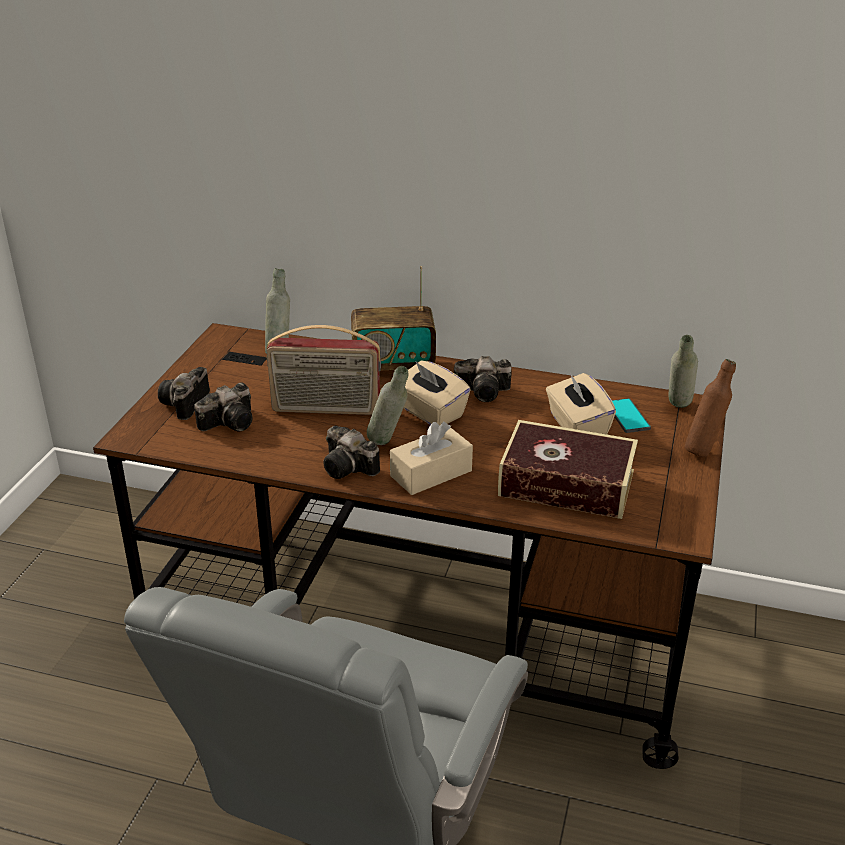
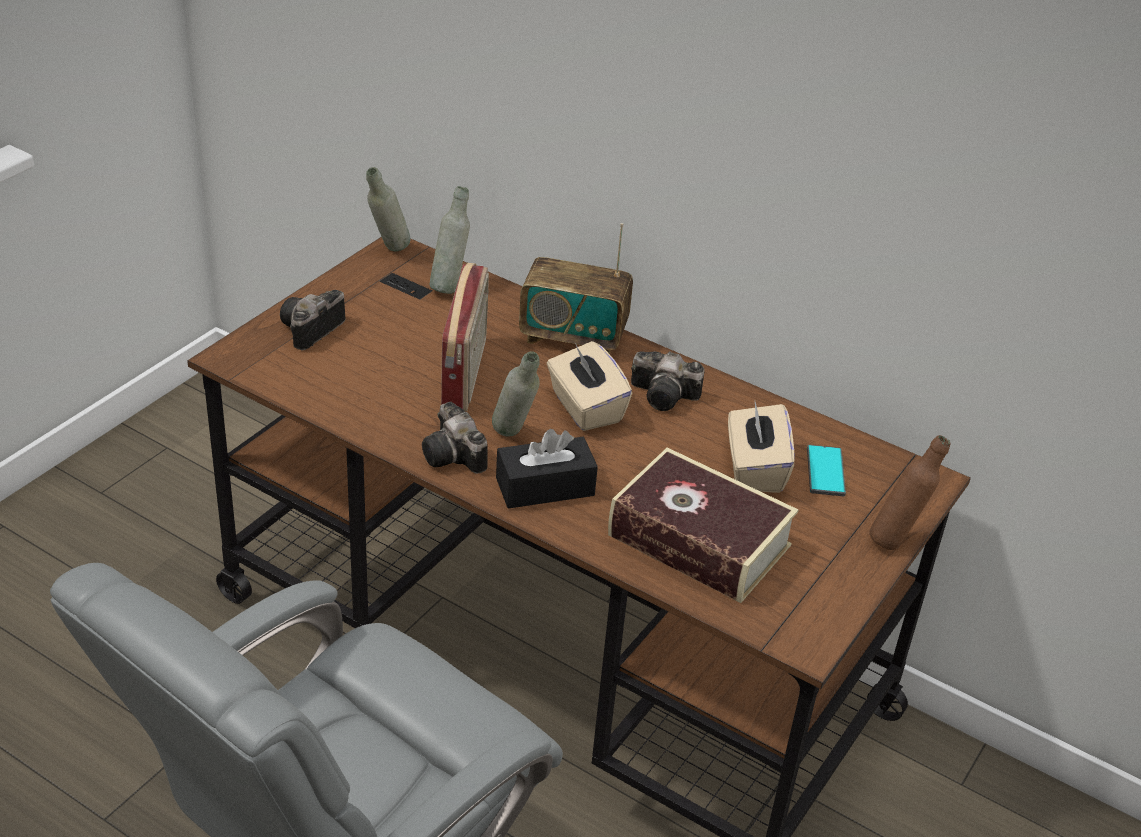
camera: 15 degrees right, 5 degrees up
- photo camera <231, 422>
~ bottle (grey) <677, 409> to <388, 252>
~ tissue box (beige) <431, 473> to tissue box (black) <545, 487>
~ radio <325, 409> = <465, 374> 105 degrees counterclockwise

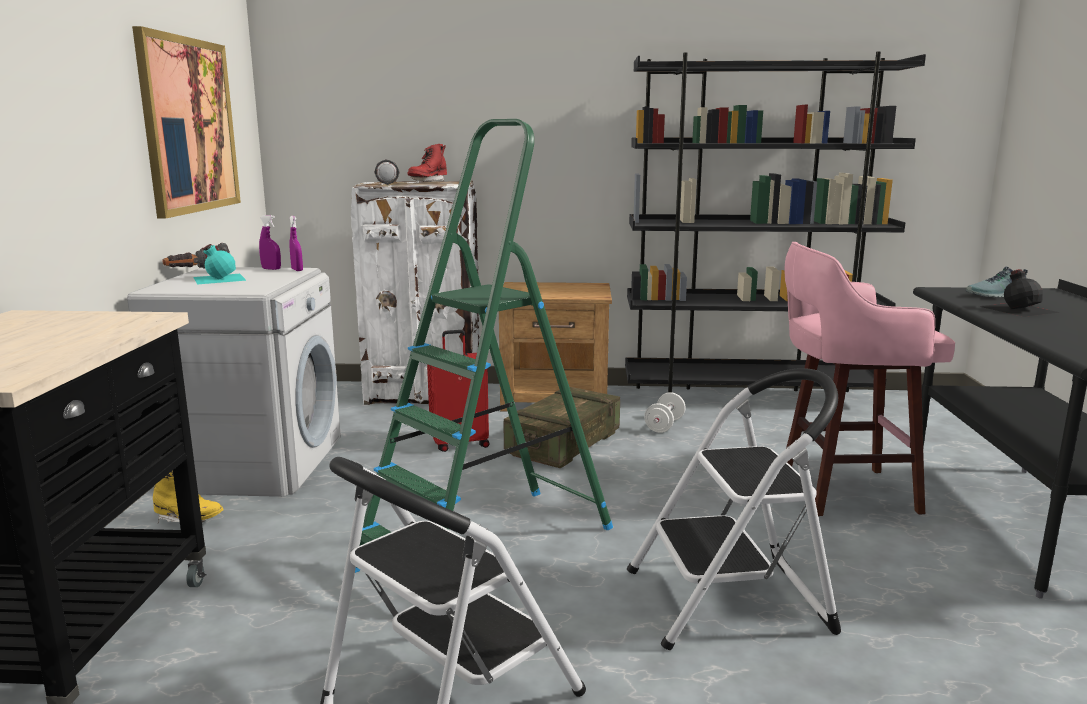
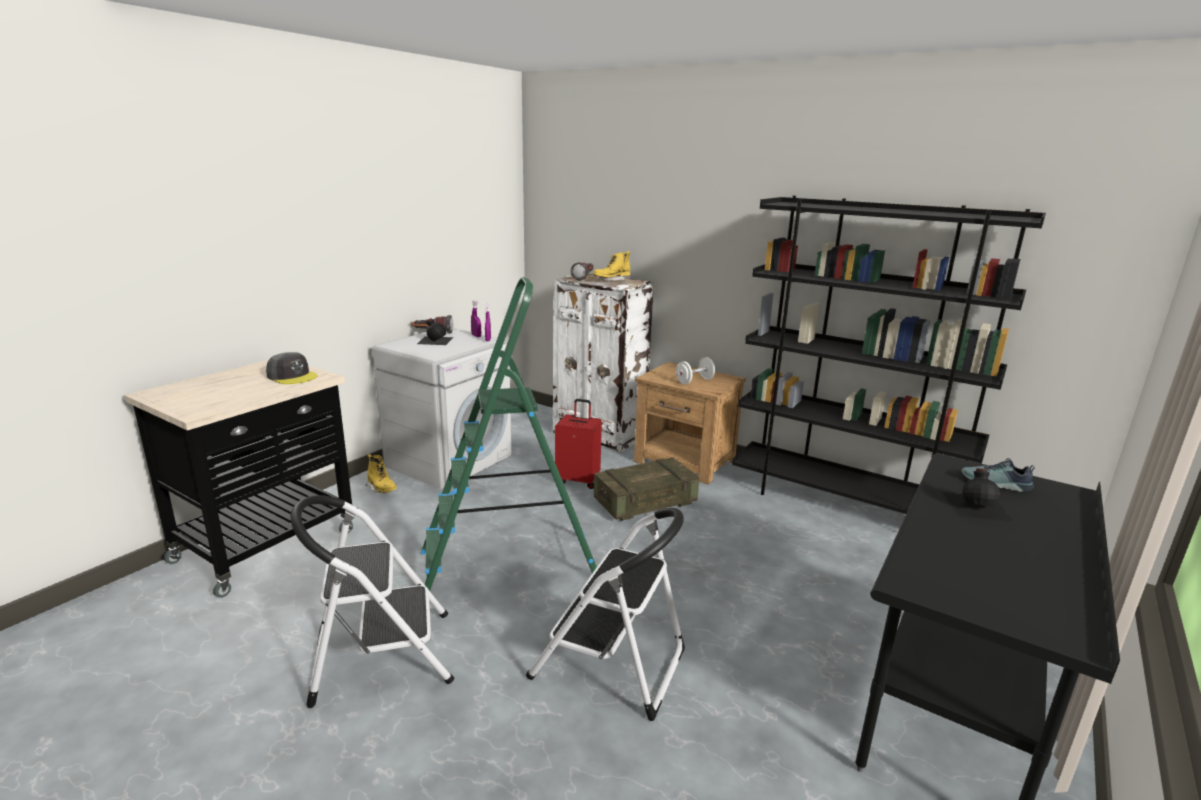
camera: 30 degrees right, 5 degrees up
- picture <189, 125>
- stool (pink) <841, 492>
+ cap (grey) <292, 376>
~ dumbbell (white) <664, 425> to <694, 381>
~ bottle (turquoise) <218, 278> to bottle (black) <435, 340>
~ boot (red) <428, 182> to boot (yellow) <611, 280>

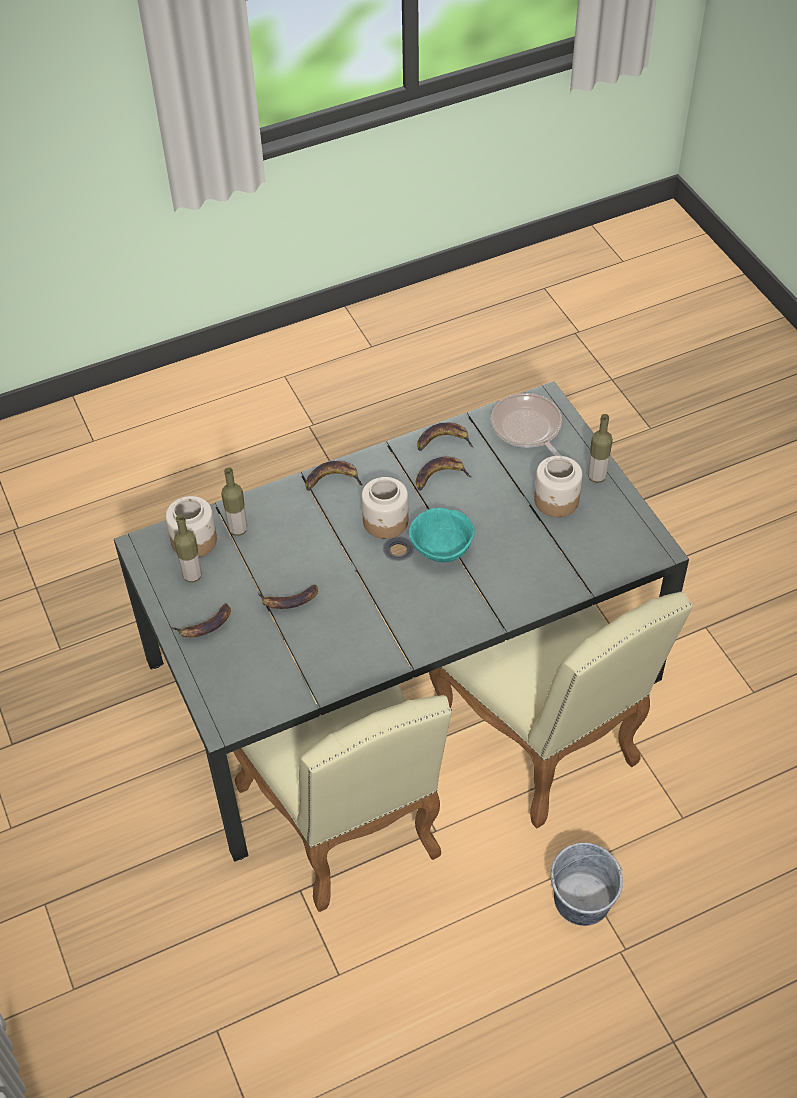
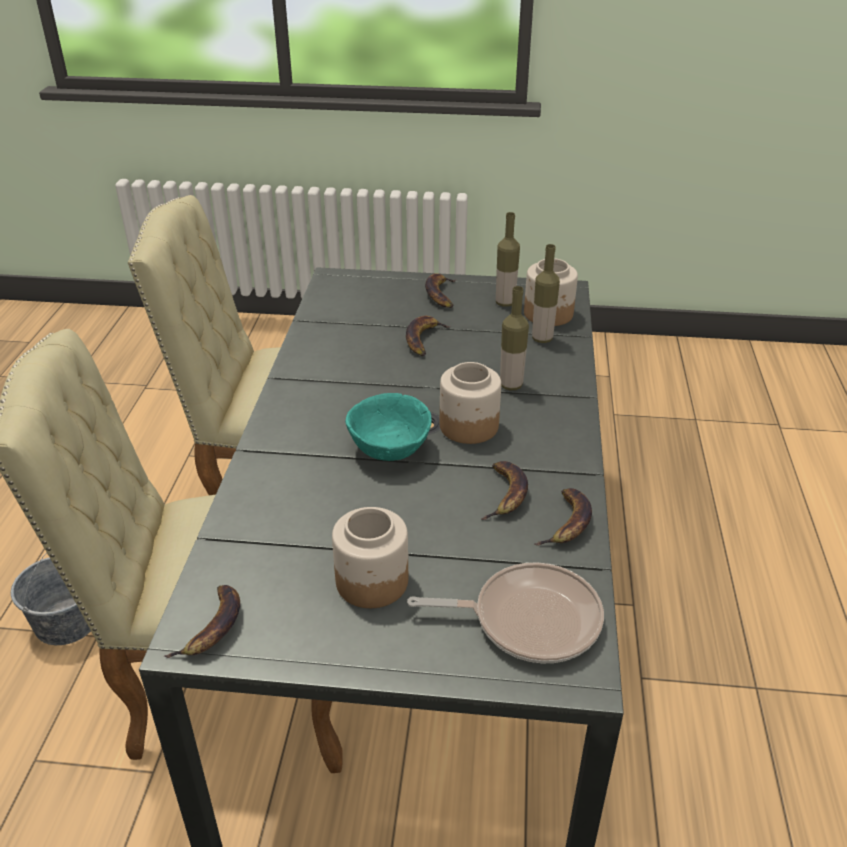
camera: 120 degrees right, 15 degrees down
~ banana <332, 479> to <212, 628>
~ bottle <596, 477> to <511, 385>

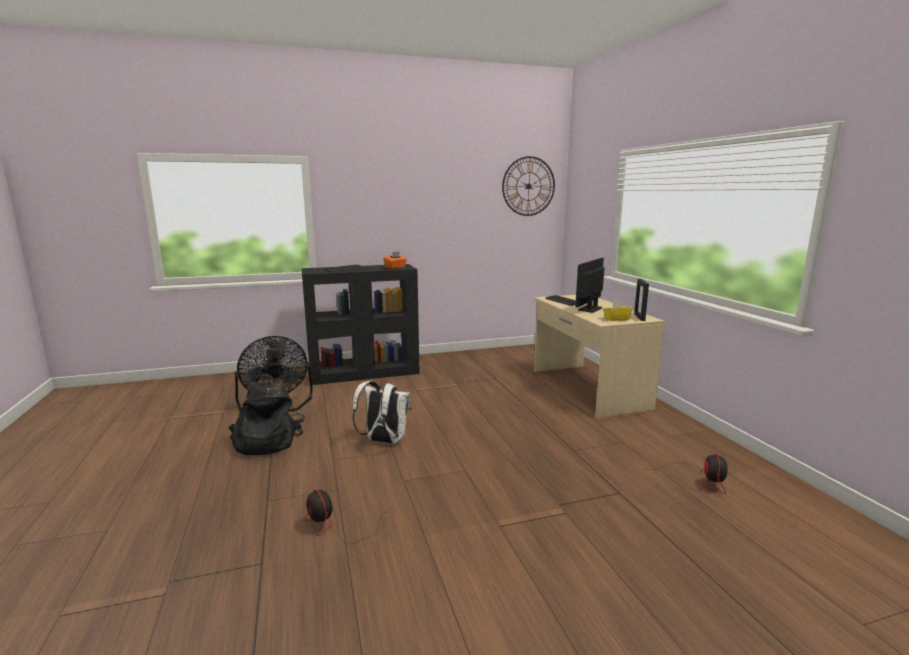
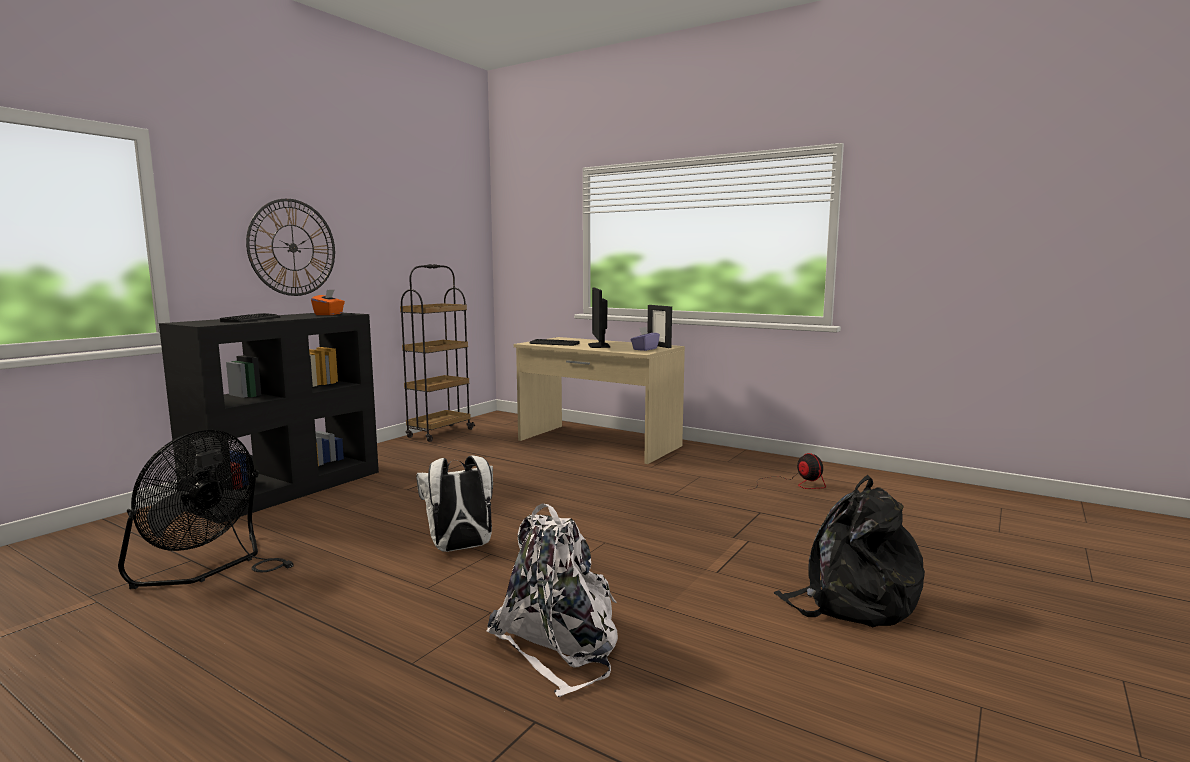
camera: 40 degrees left, 5 degrees down
+ cart (brown) <439, 433>
~ backpack (black) <264, 442> to <852, 601>
~ wall clock <528, 186> to <293, 247>
~ fan <337, 526> to backpack (white) <560, 644>
~ tissue box (yellow) <616, 319> to tissue box (purple) <644, 349>

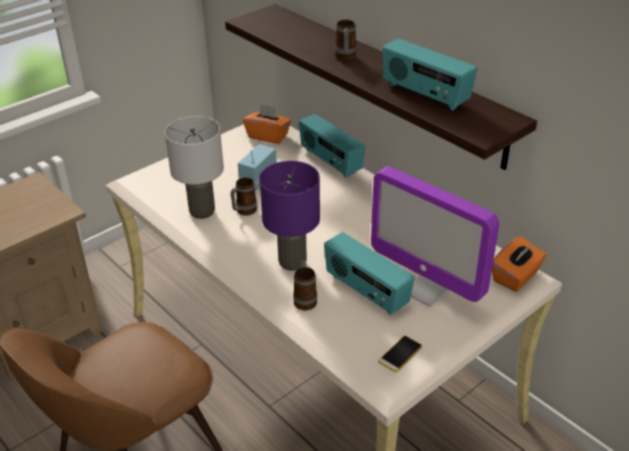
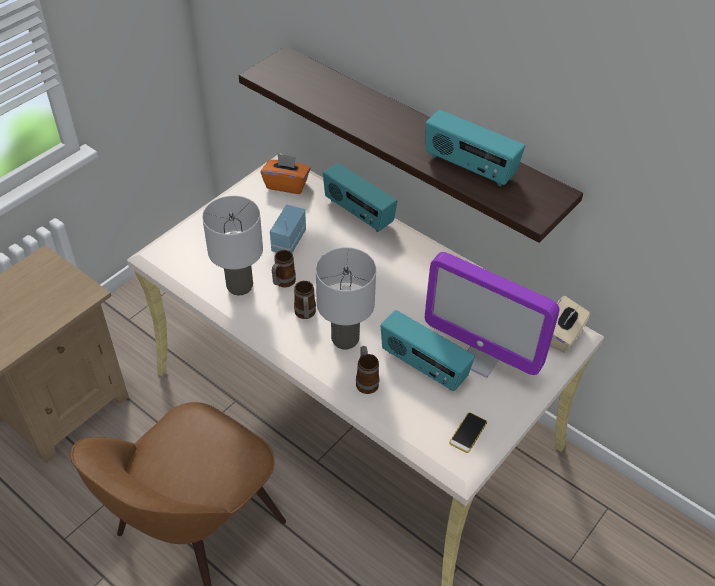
camera: 10 degrees left, 10 degrees up
~ mug <345, 58> to <305, 315>
~ table lamp (purple) <292, 264> to table lamp (white) <345, 341>
~ tissue box (orange) <516, 277> to tissue box (beige) <562, 335>

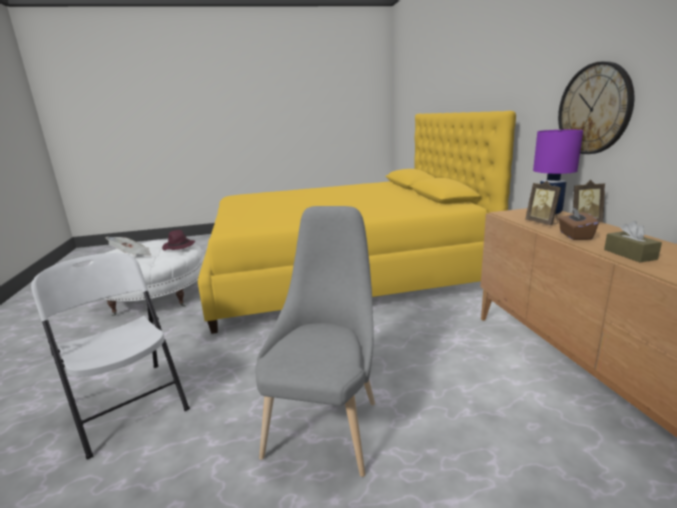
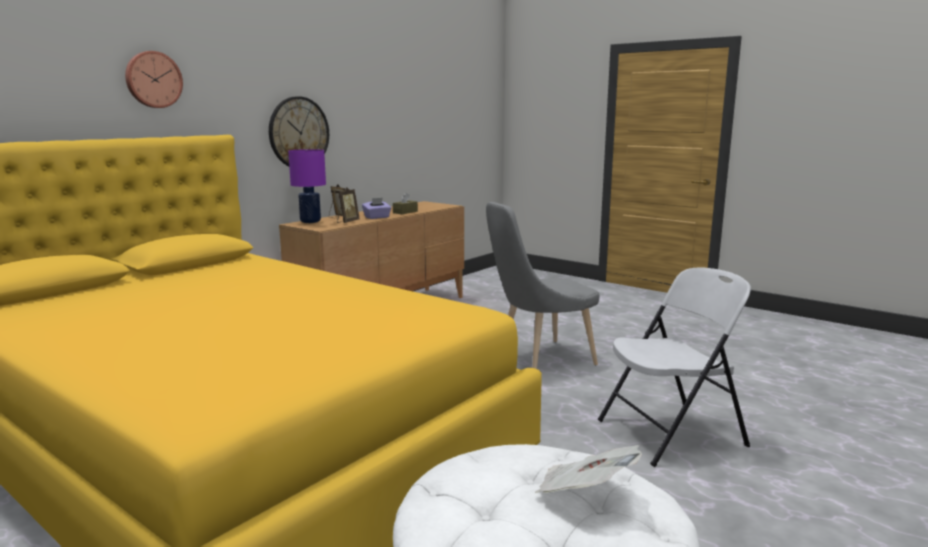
camera: 130 degrees left, 5 degrees down
- hat (purple) <179, 246>
+ wall clock <153, 79>
~ tissue box (brown) <574, 236> to tissue box (purple) <377, 217>
~ chair (white) <128, 405> = <671, 433> 120 degrees counterclockwise

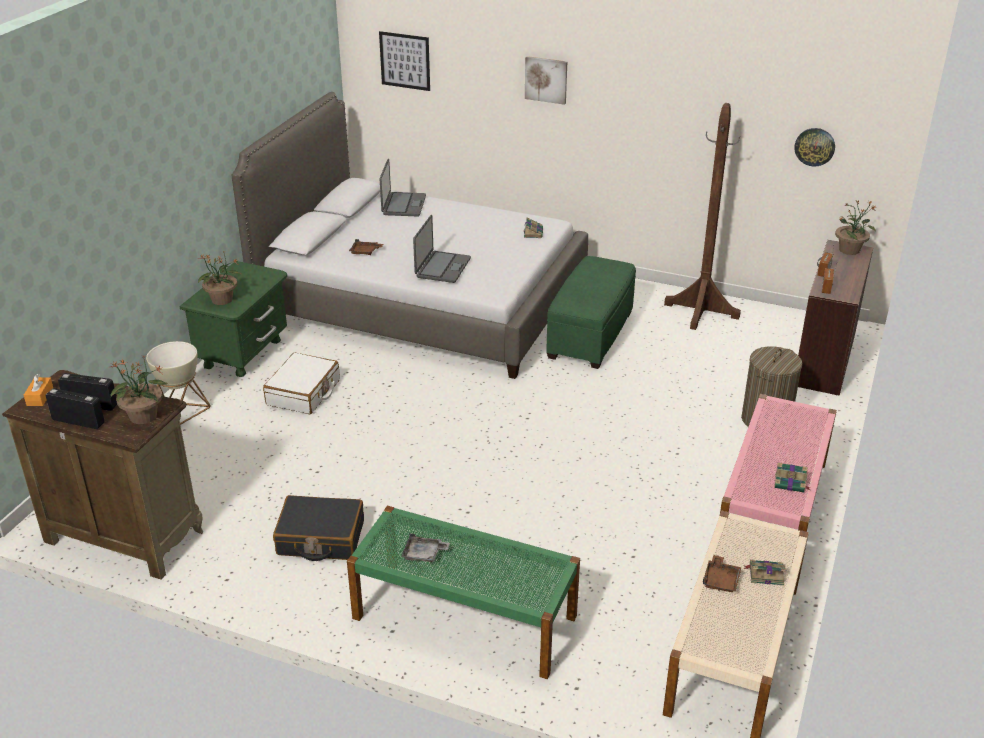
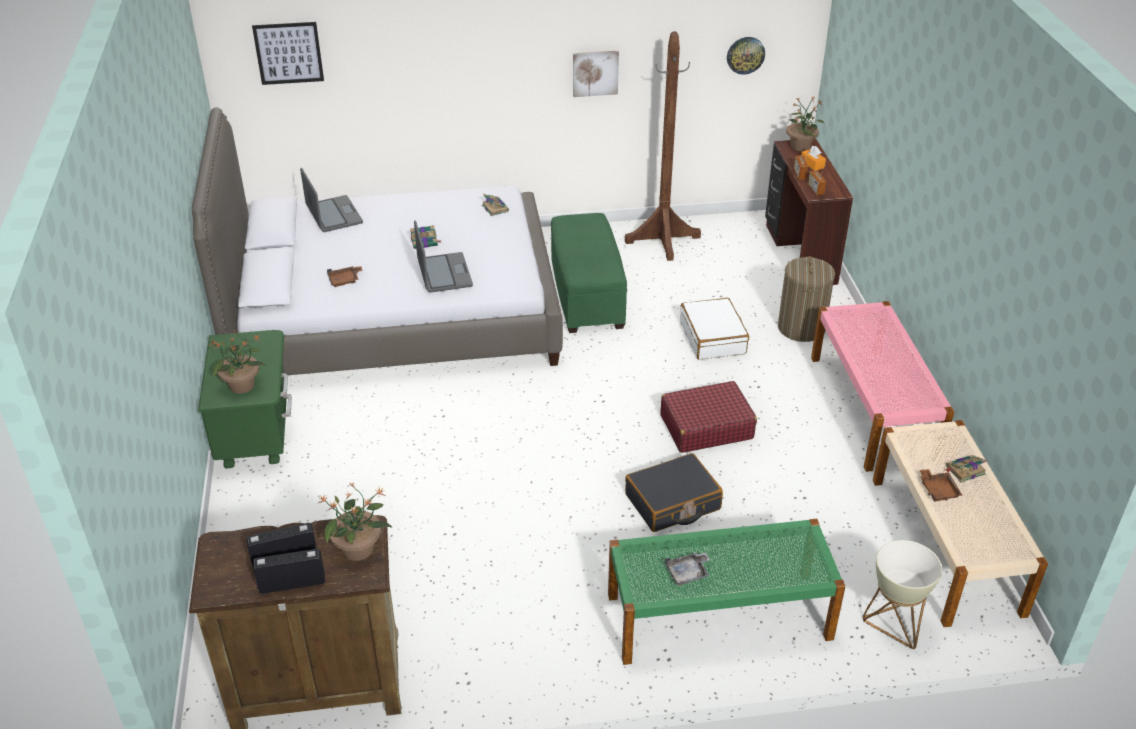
camera: 30 degrees left, 5 degrees up
+ suitcase (red) <706, 427>
~ tissue box (orange) <40, 397> to <812, 164>
~ planter <183, 412> to <893, 623>
~ suitcase (white) <303, 393> to <713, 338>
~ suitcase (black) <320, 538> to <672, 502>
~ picture <546, 79> to <595, 73>
~ book <790, 483> to <425, 242>

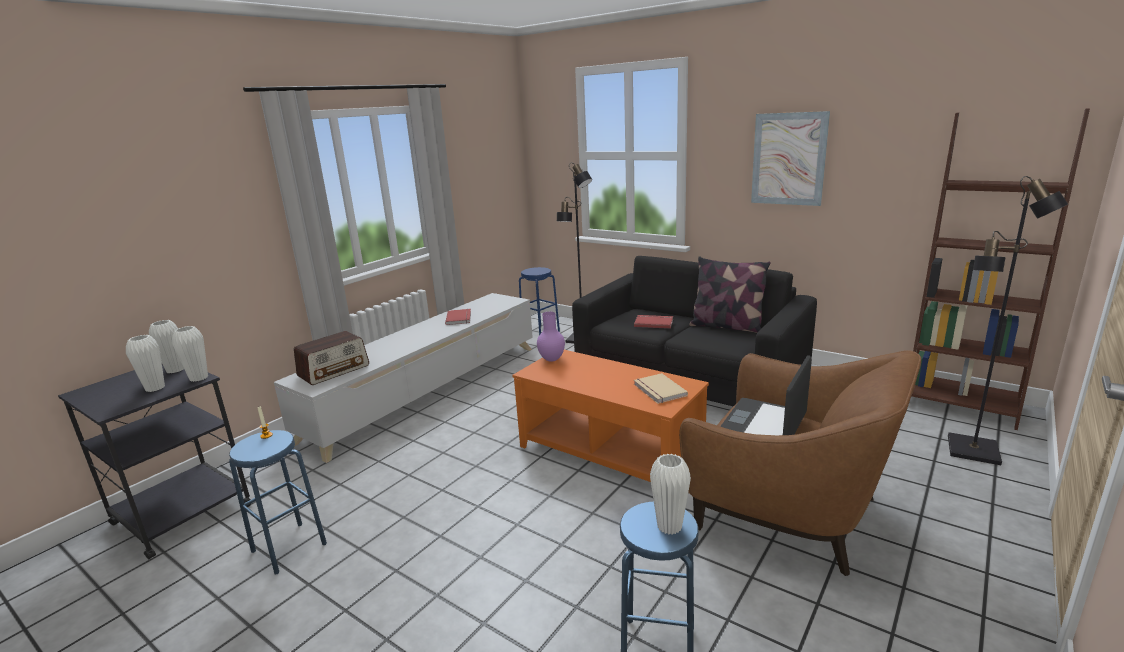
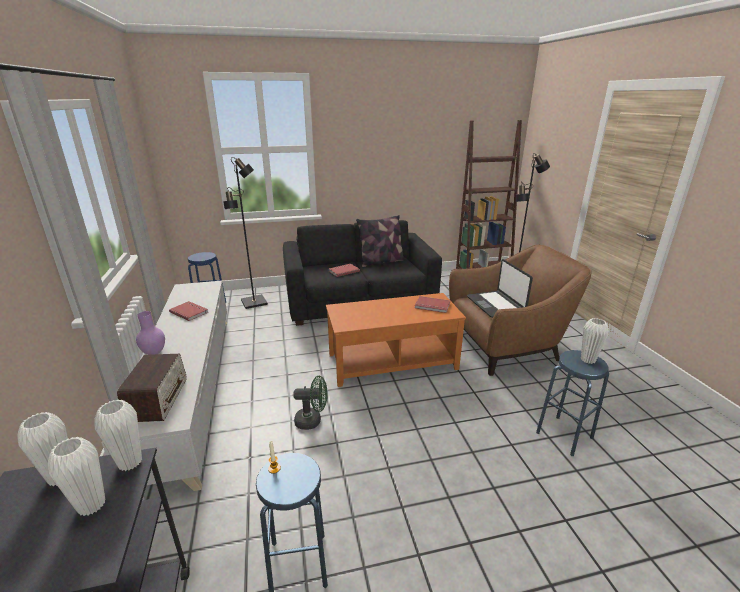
camera: 50 degrees left, 5 degrees up
- picture <788, 159>
+ fan (green) <312, 420>
~ vase (purple) <552, 360> to <155, 353>
~ book (beige) <658, 390> to book (red) <432, 306>

